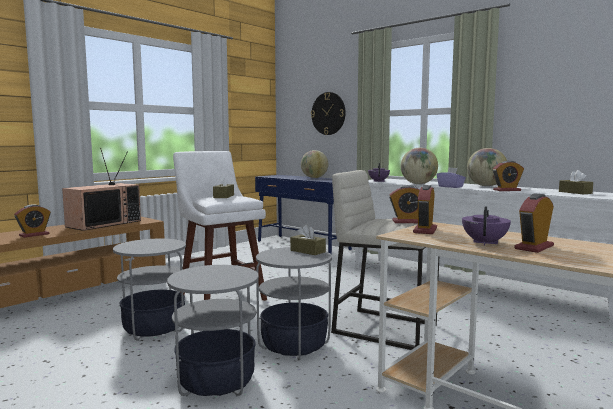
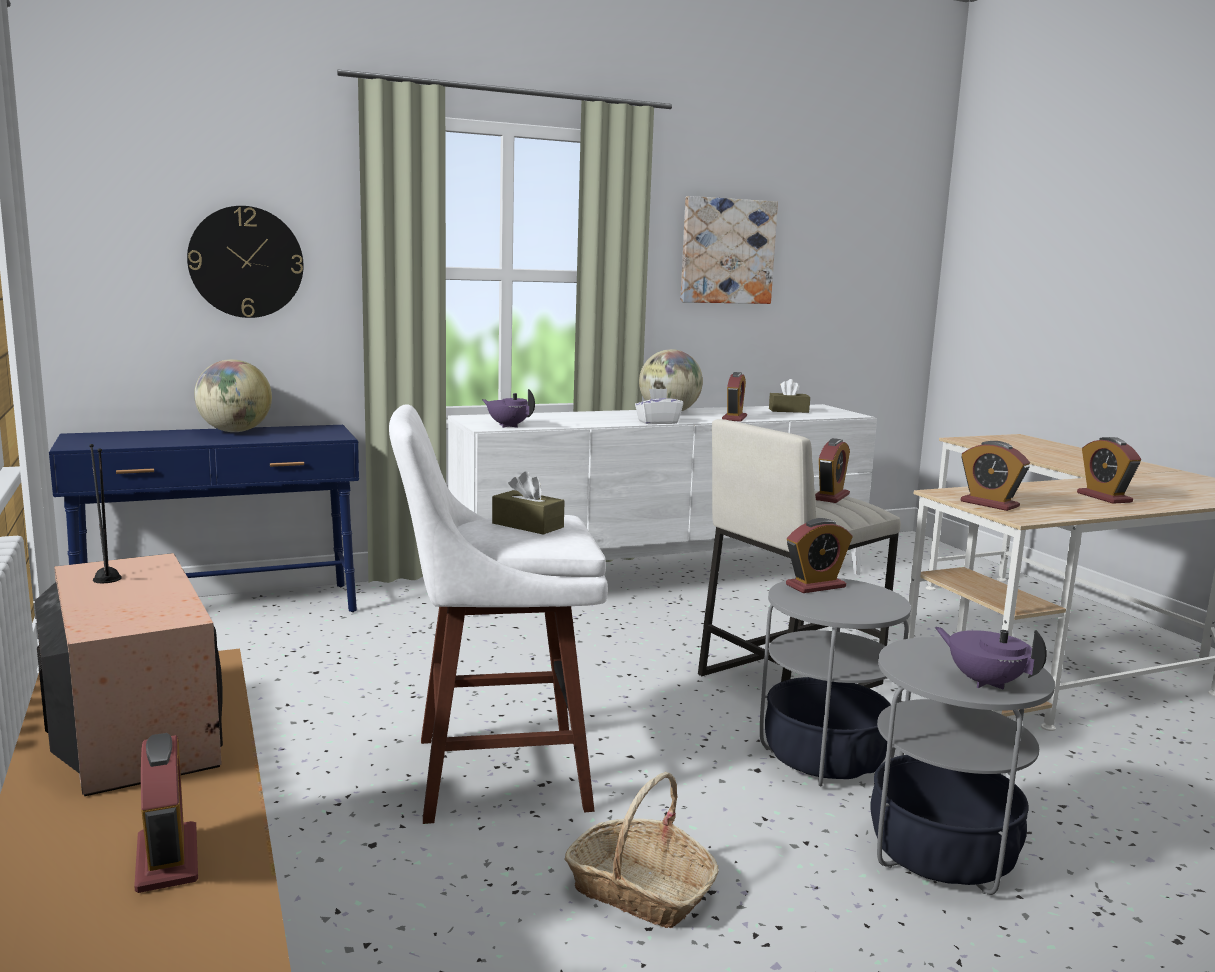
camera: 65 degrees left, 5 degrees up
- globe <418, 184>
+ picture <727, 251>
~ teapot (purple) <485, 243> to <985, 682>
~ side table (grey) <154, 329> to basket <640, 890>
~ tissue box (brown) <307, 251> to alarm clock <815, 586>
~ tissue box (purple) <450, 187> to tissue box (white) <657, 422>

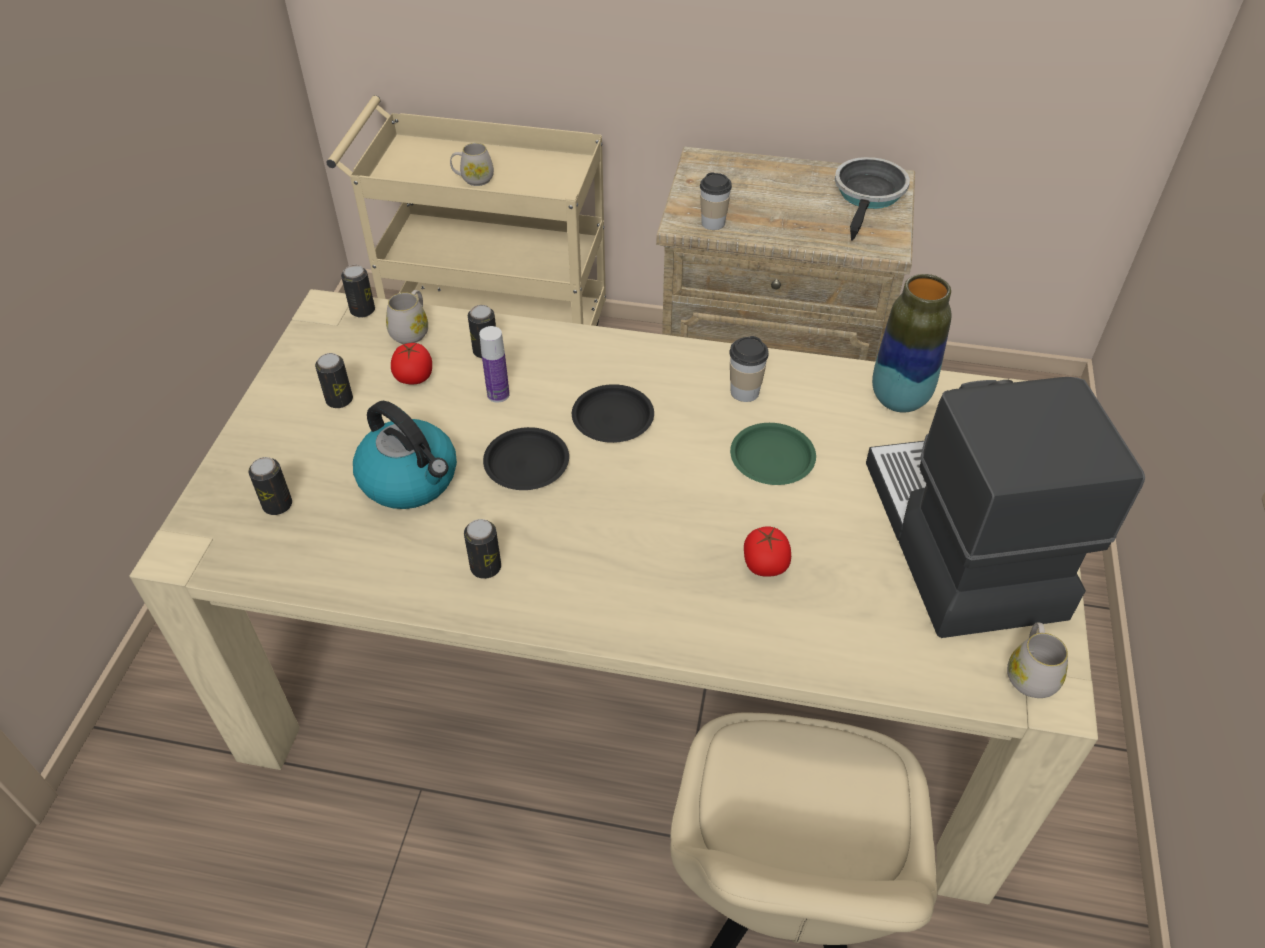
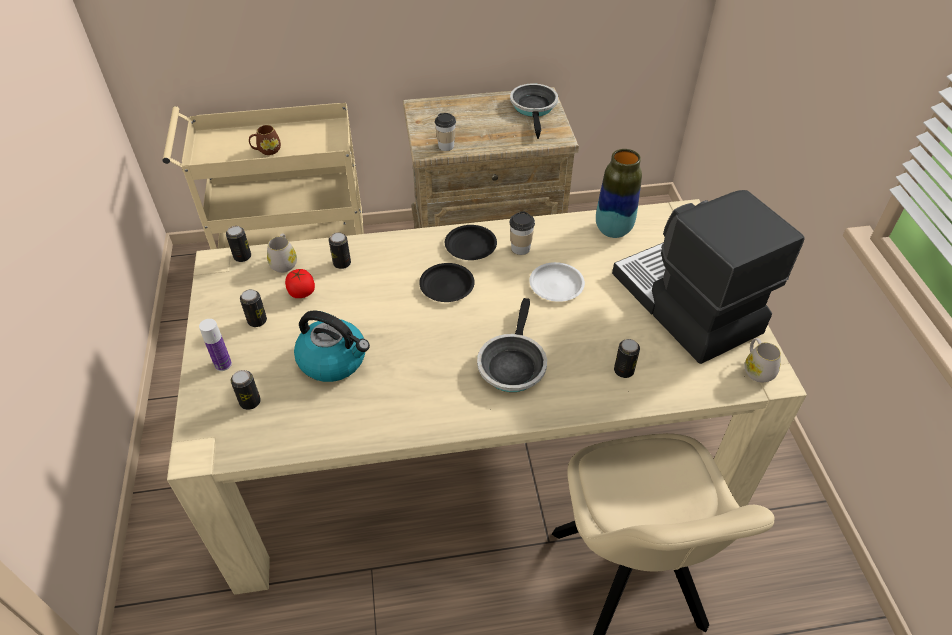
camera: 20 degrees left, 0 degrees up
- tomato <765, 564>
+ frying pan <512, 364>
~ can <486, 567> to <623, 371>
~ bottle <498, 394> to <223, 364>
~ plate (black) <527, 464> to <471, 246>
~ mug (white) <473, 179> to mug (brown) <266, 150>
~ plate (green) <773, 458> to plate (white) <557, 285>

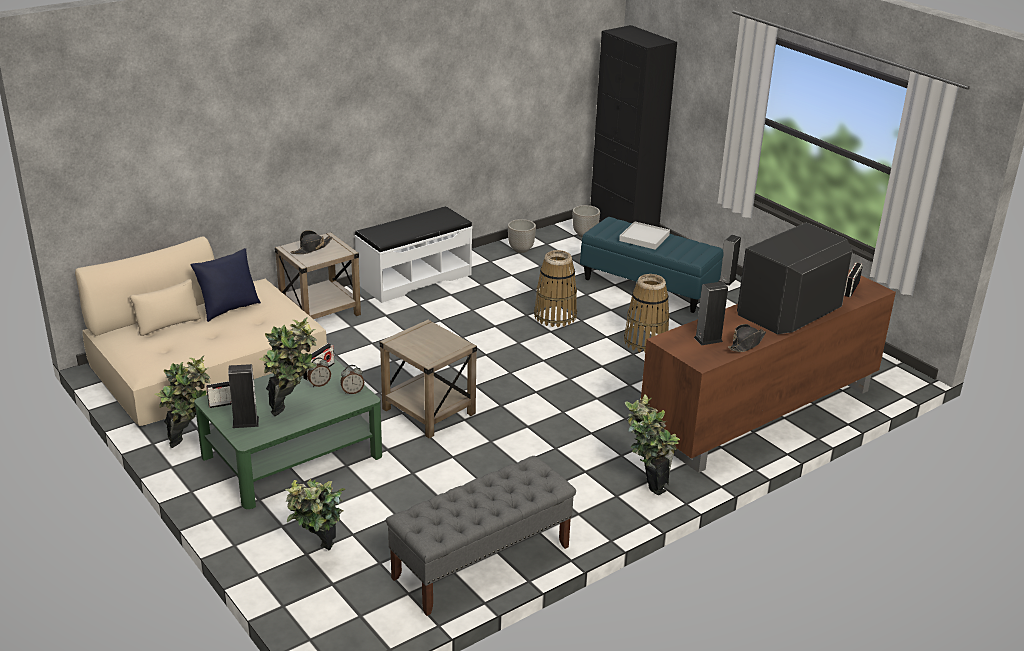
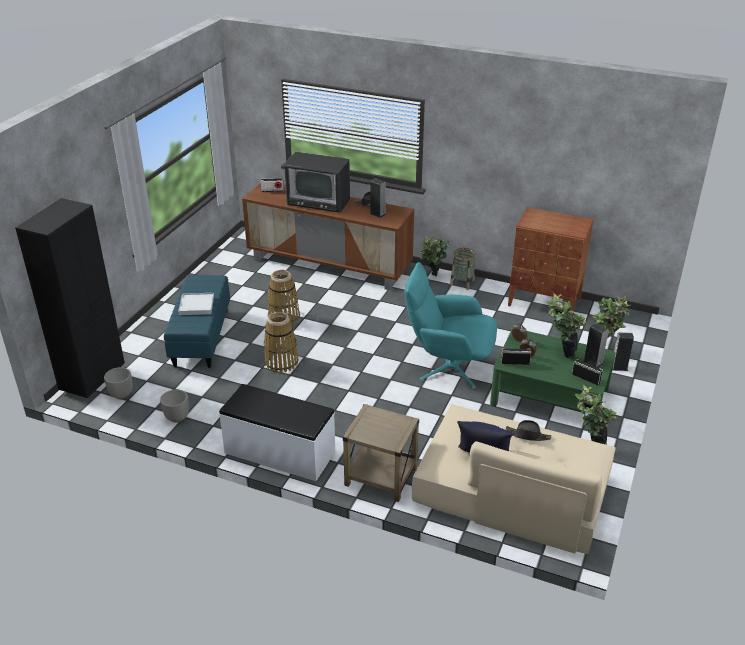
camera: 120 degrees left, 5 degrees up
+ basket <462, 283>
~ hat (black) <311, 248> to <528, 435>
~ speaker <727, 280> to <619, 367>
~ side table (beige) <429, 412> to armchair (turquoise) <449, 366>
~ bench (grey) <481, 562> to dresser (brown) <544, 303>

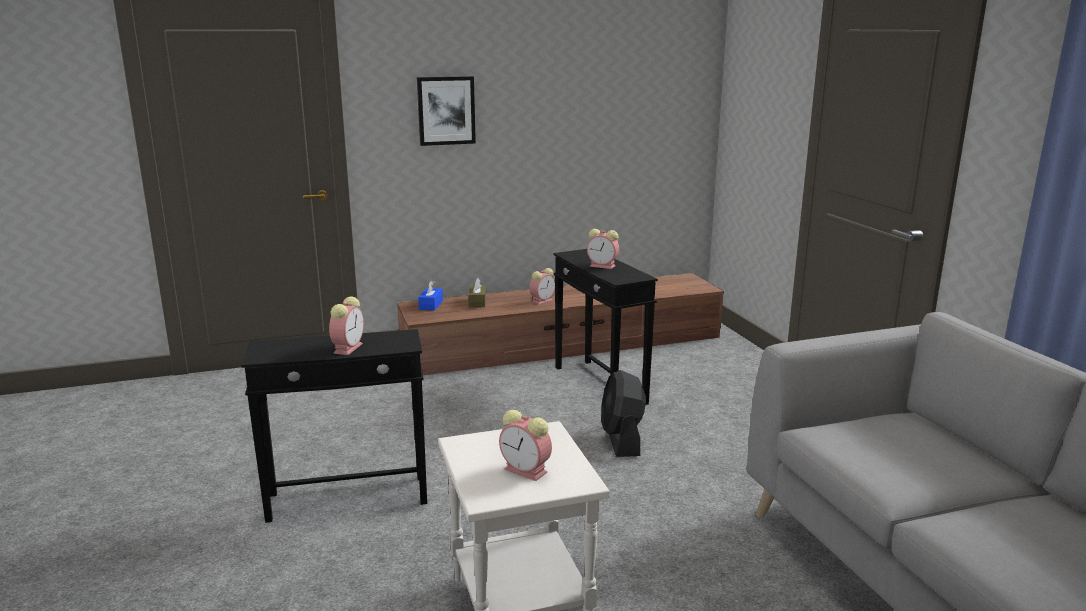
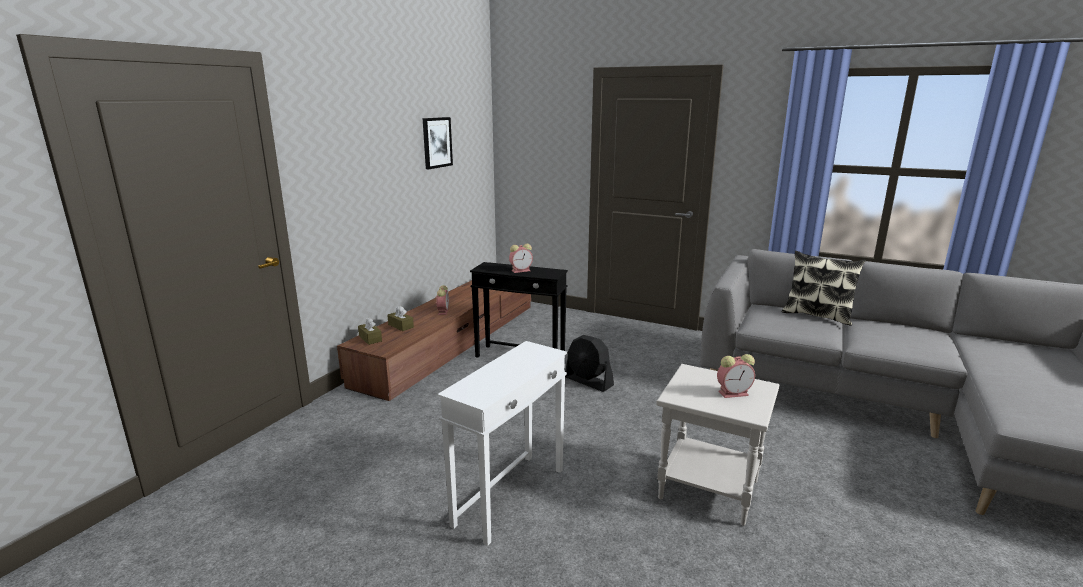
camera: 45 degrees left, 0 degrees up
- alarm clock <348, 348>
+ pillow <817, 315>
~ picture <446, 110> to <436, 142>
~ side table (black) <348, 499> to side table (white) <511, 496>
~ tissue box (blue) <431, 305> to tissue box (brown) <370, 338>

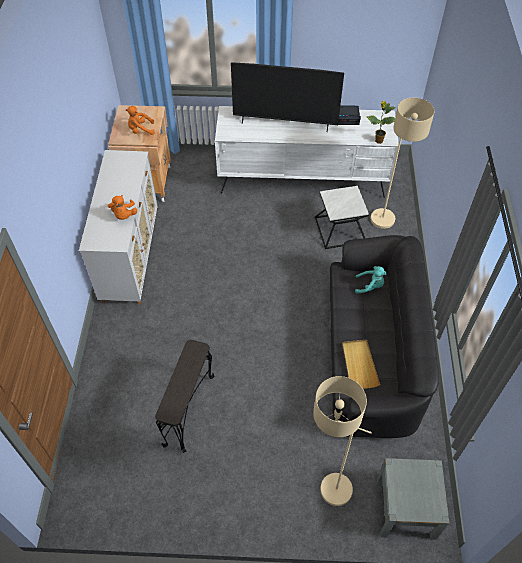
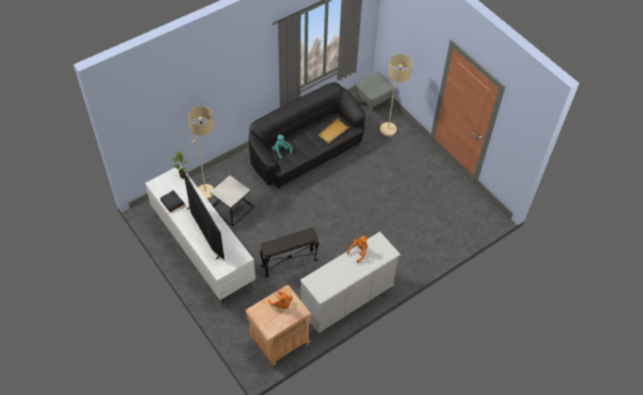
camera: 130 degrees left, 0 degrees up
~ side table (black) <189, 410> to <289, 264>

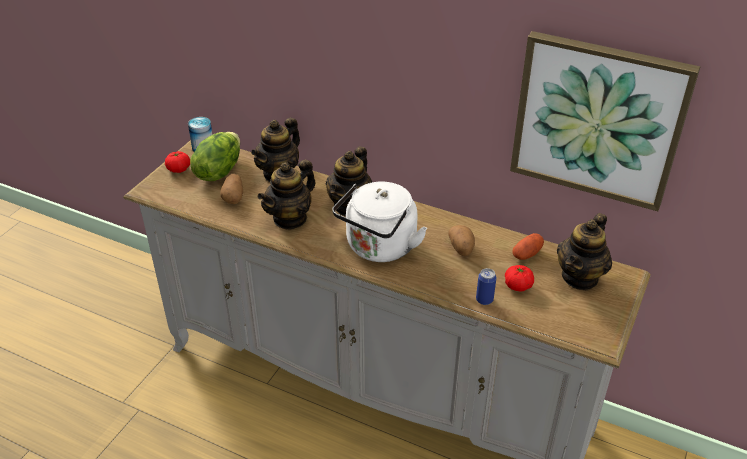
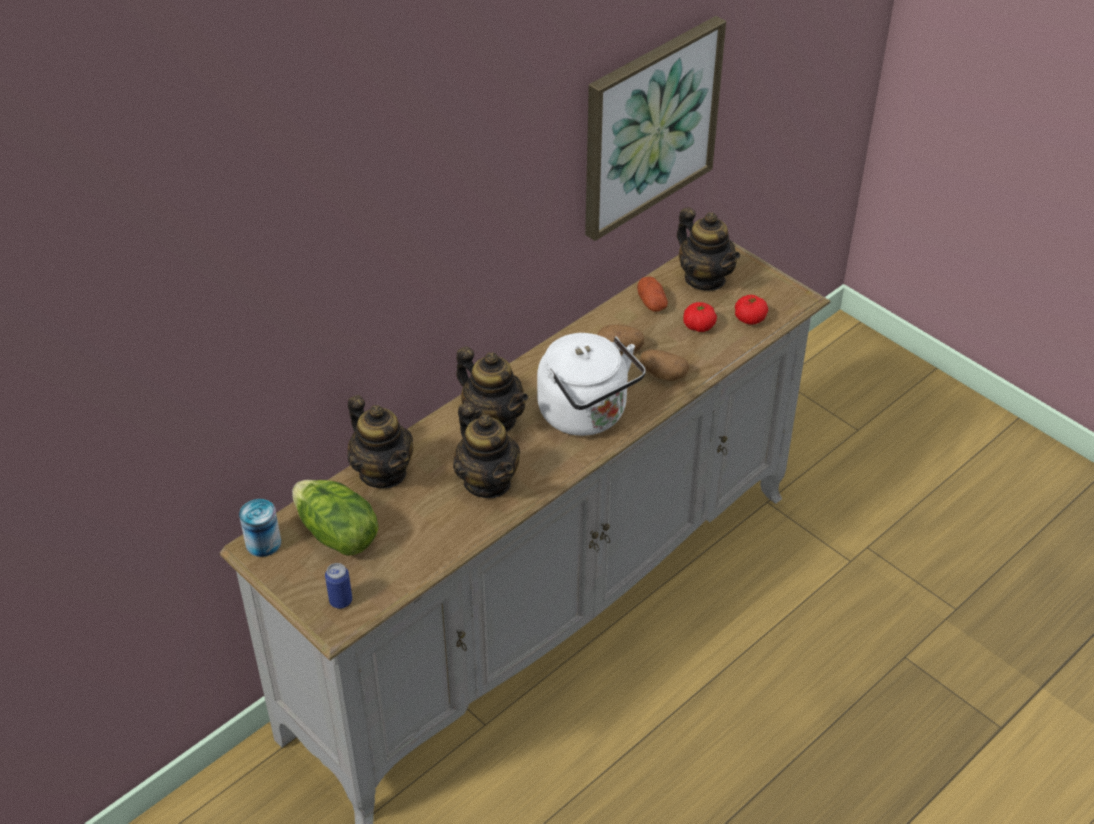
camera: 70 degrees left, 5 degrees up
~ tomato <179, 169> to <750, 318>
~ potato <234, 197> to <662, 375>
~ can <484, 300> to <341, 601>

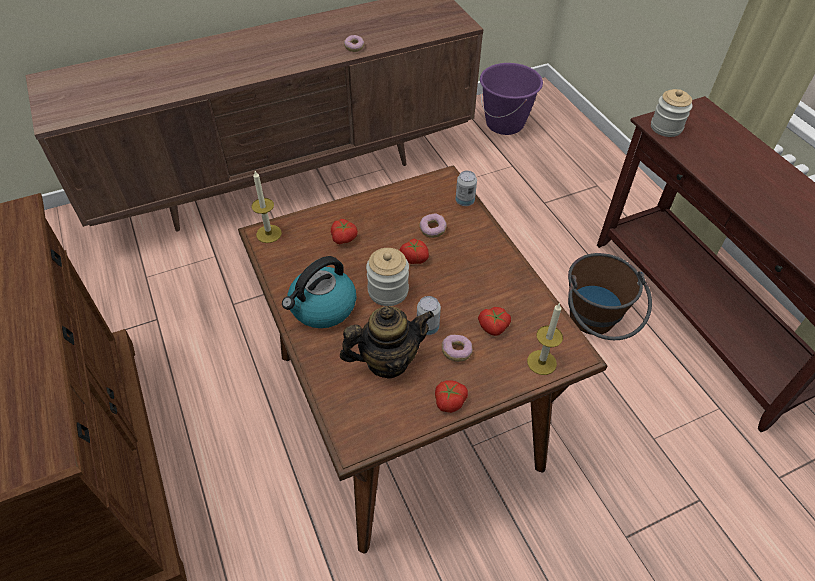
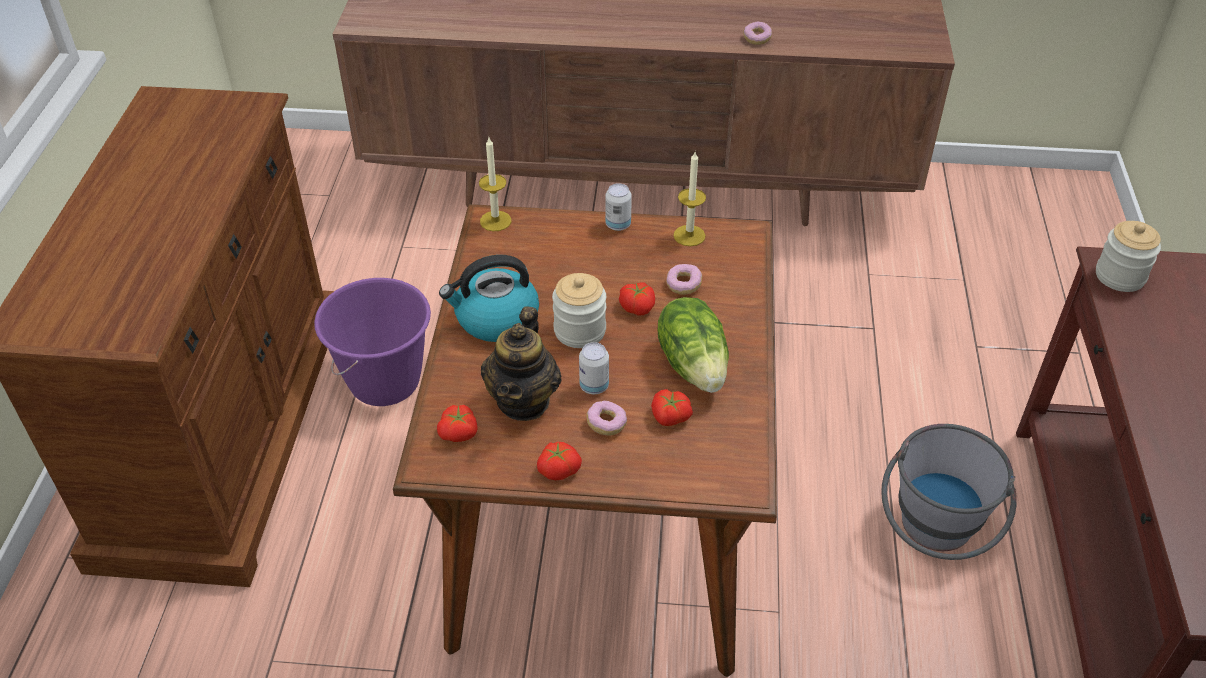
camera: 30 degrees right, 5 degrees down
+ lettuce <694, 364>
~ tomato <344, 238> to <459, 433>
~ can <464, 201> to <618, 225>
~ bucket (purple) <505, 124> to <385, 382>
~ candle <541, 362> to <689, 235>
~ bucket (brown) <595, 325> to bucket (grey) <934, 535>
~ teapot <387, 361> = <524, 401> 90 degrees clockwise

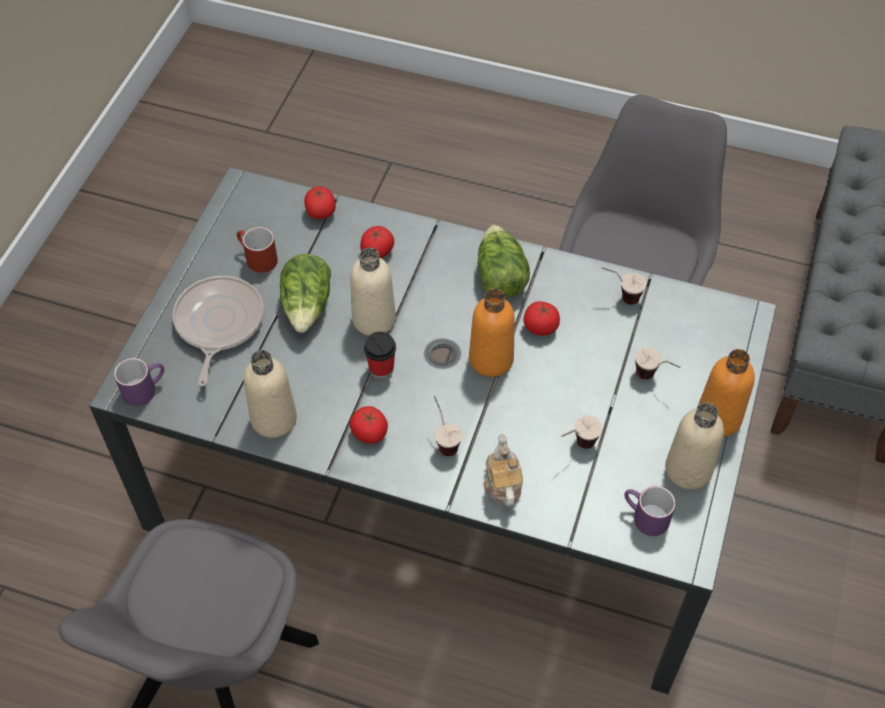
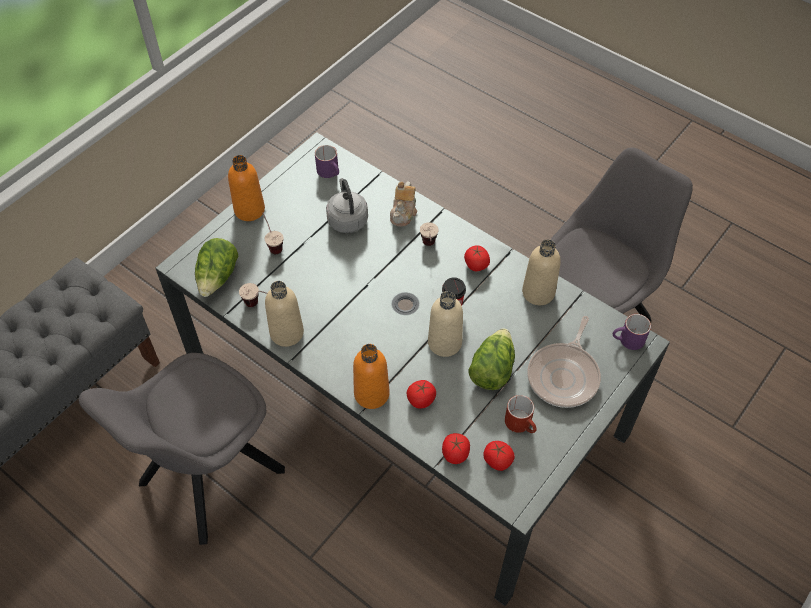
camera: 160 degrees left, 0 degrees up
~ bottle (orange) <491, 359> to <371, 394>
~ lettuce <499, 275> to <218, 277>
~ tomato <541, 327> to <497, 460>
~ bottle (beige) <688, 469> to <286, 333>
~ cup <577, 447> to kettle (grey) <347, 219>

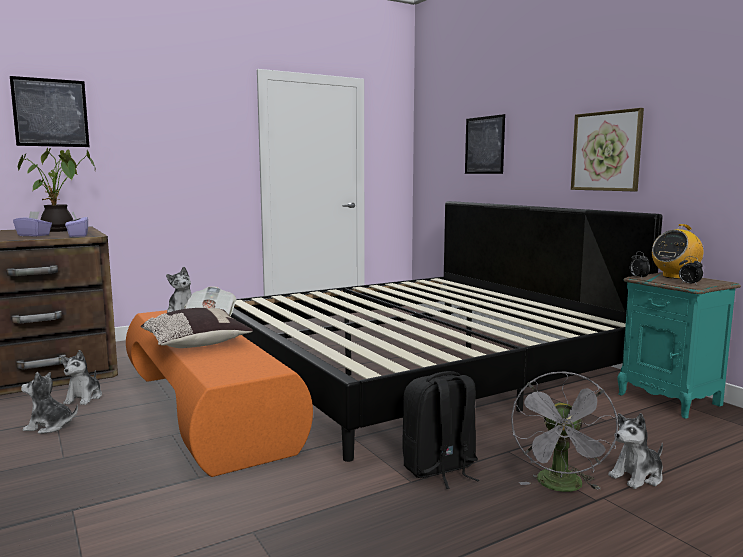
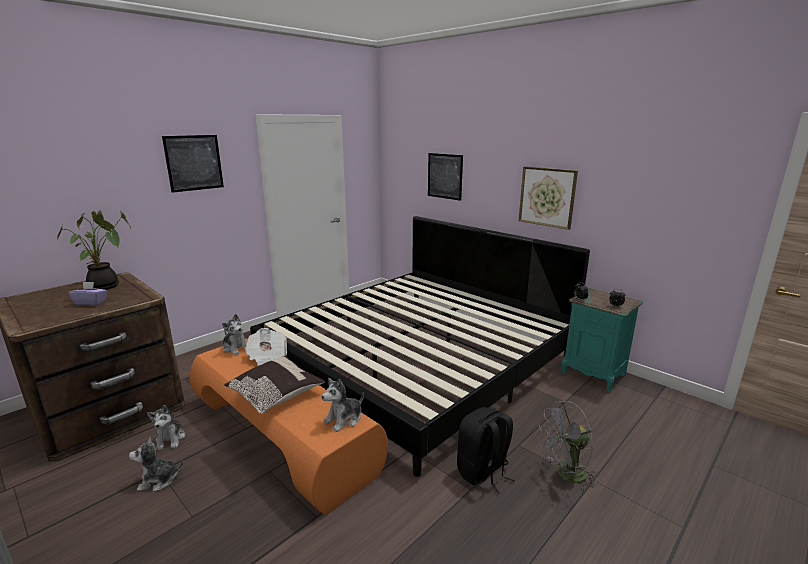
camera: 15 degrees left, 10 degrees up
- tissue box (purple) <77, 235>
- radio <675, 276>
~ picture <50, 112> to <194, 163>
~ plush toy <637, 476> to <344, 419>
~ fan (grey) <561, 487> = <565, 475> 75 degrees clockwise

